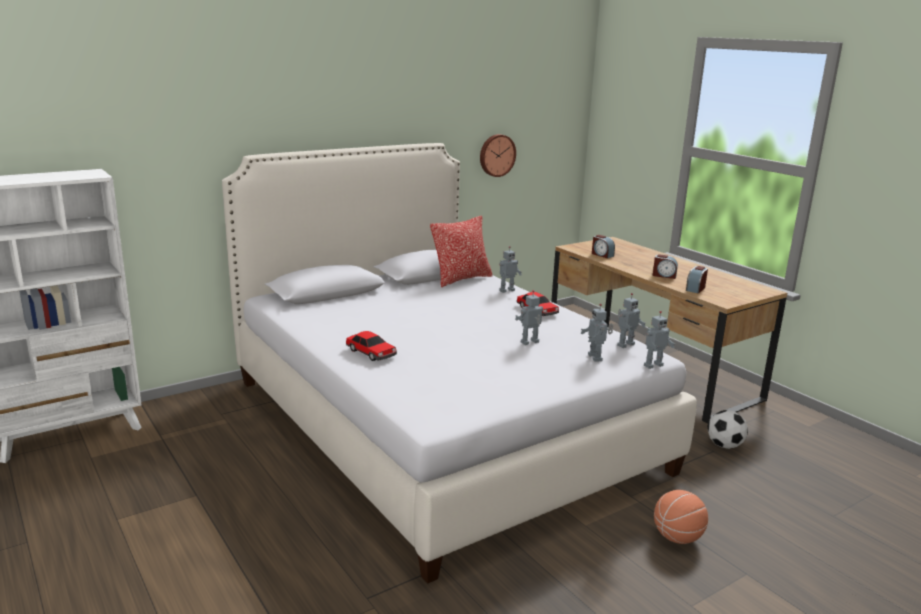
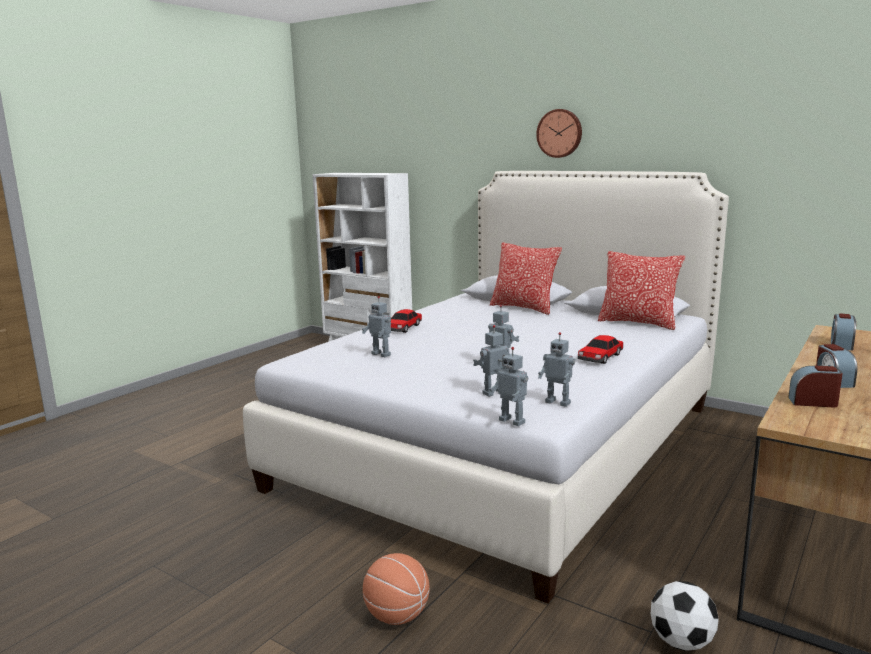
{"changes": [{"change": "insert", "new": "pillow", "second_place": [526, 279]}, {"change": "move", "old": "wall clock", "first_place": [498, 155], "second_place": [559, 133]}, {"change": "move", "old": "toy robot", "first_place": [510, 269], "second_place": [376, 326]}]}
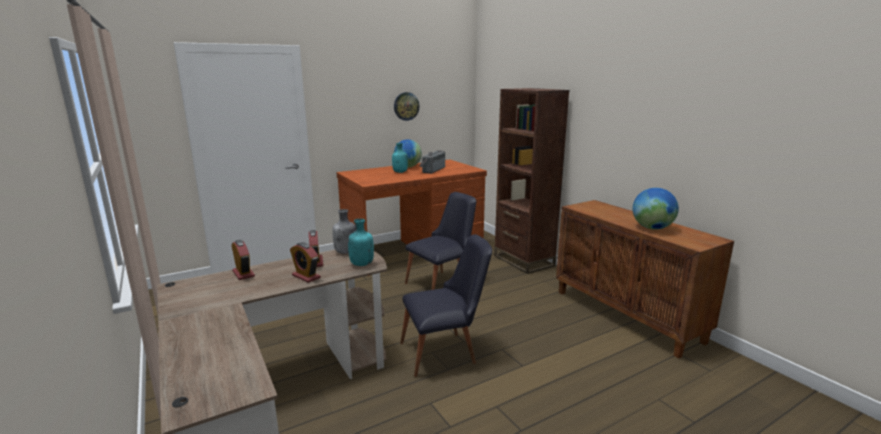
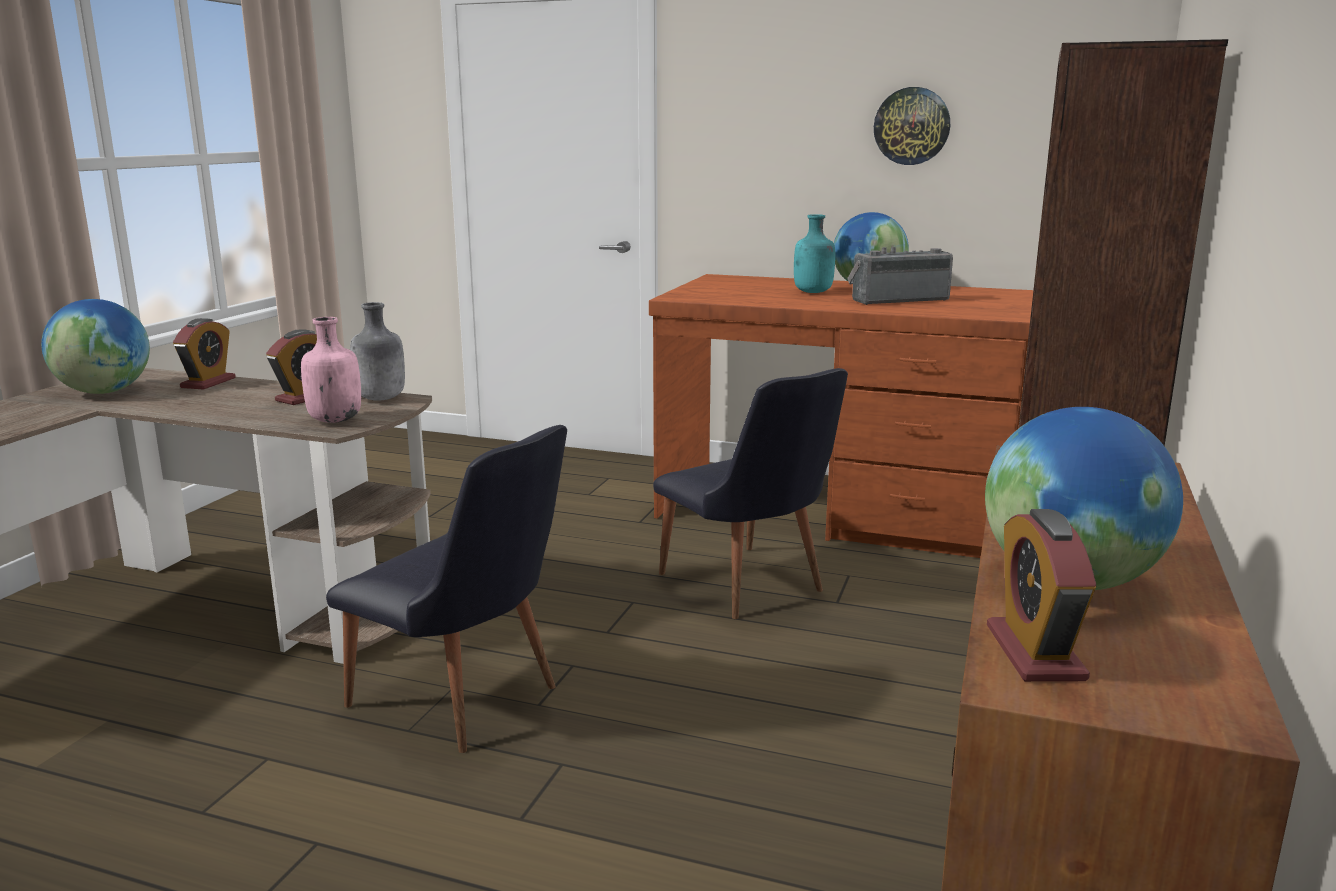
{"changes": [{"change": "insert", "new": "globe", "second_place": [95, 346]}, {"change": "move", "old": "alarm clock", "first_place": [305, 262], "second_place": [1041, 595]}, {"change": "recolor", "old": "turquoise bottle", "new": "pink bottle", "first_place": [361, 242], "second_place": [331, 370]}, {"change": "rotate", "old": "black chair", "first_place": [441, 241], "second_place": [750, 493], "degrees": 45}]}
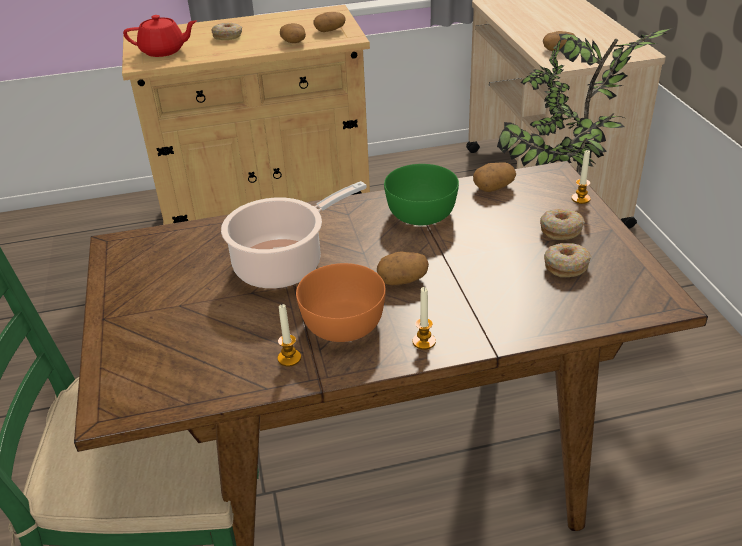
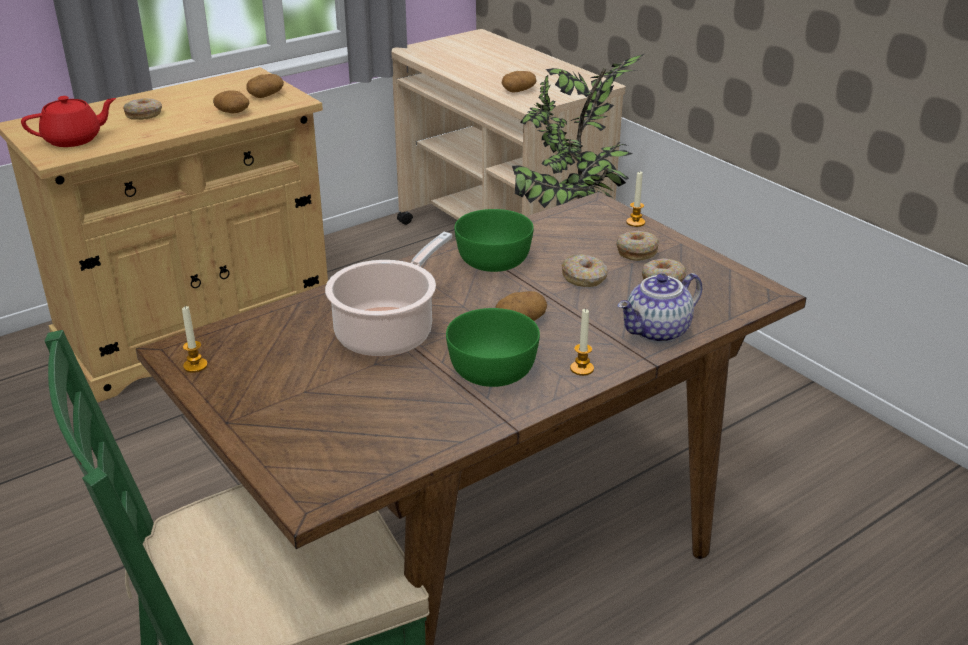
{"changes": [{"change": "delete", "old": "potato", "first_place": [494, 177]}, {"change": "insert", "new": "donut", "second_place": [584, 270]}, {"change": "insert", "new": "teapot", "second_place": [660, 308]}, {"change": "move", "old": "candle", "first_place": [289, 335], "second_place": [195, 339]}, {"change": "recolor", "old": "orange bowl", "new": "green bowl", "first_place": [341, 302], "second_place": [493, 347]}]}
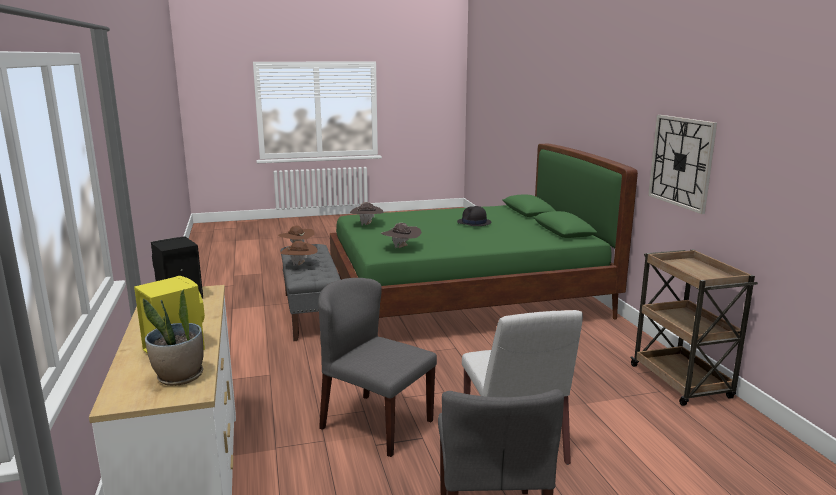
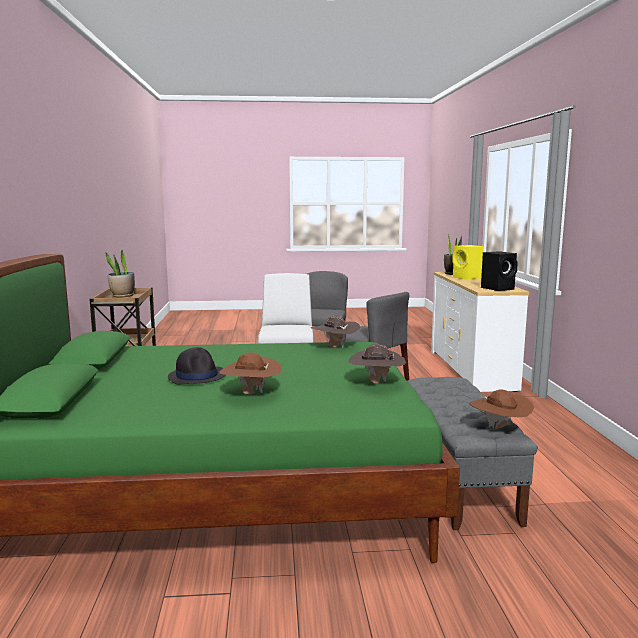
{"changes": [{"change": "delete", "old": "wall clock", "first_place": [682, 164]}, {"change": "insert", "new": "potted plant", "second_place": [120, 274]}, {"change": "move", "old": "brown hat", "first_place": [299, 253], "second_place": [250, 373]}]}
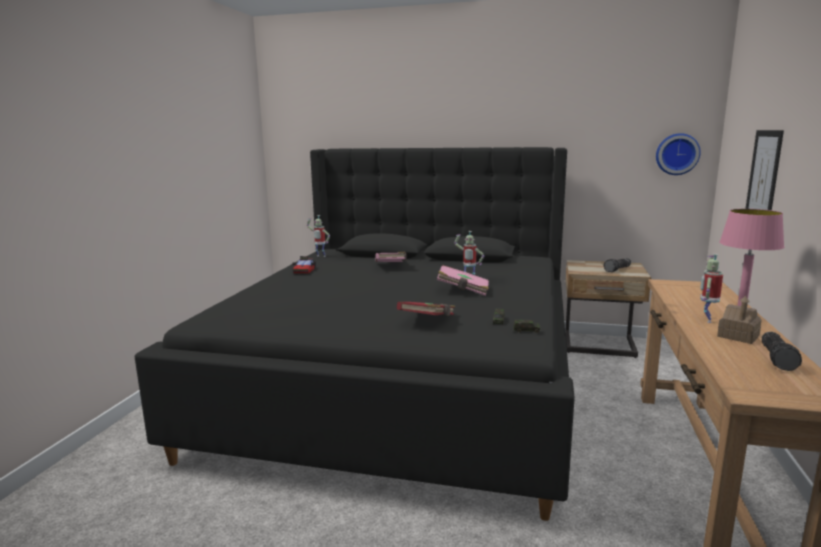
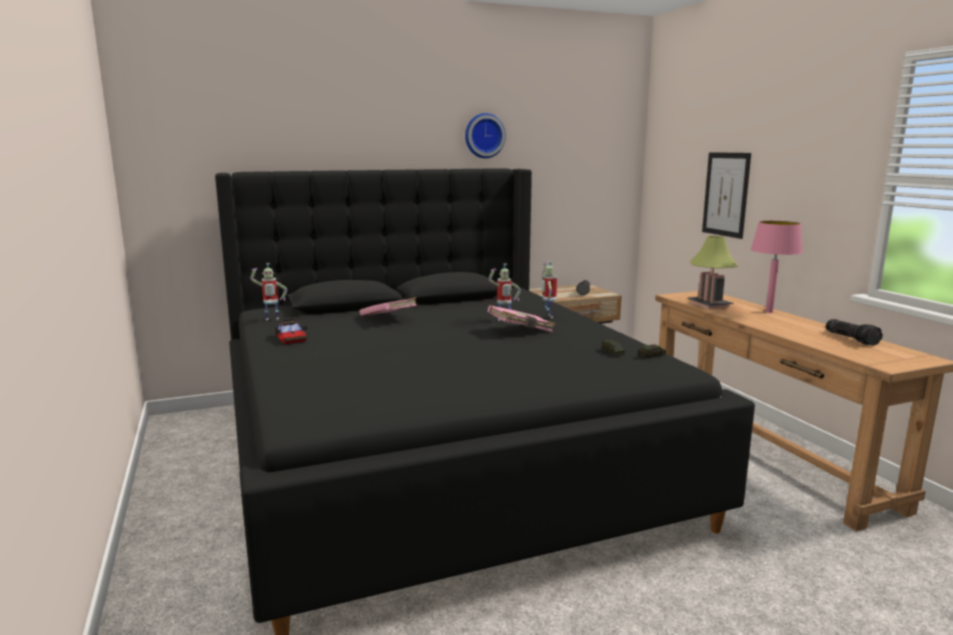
{"changes": [{"change": "delete", "old": "red book", "first_place": [426, 309]}, {"change": "delete", "old": "toy house", "first_place": [739, 320]}, {"change": "insert", "new": "table lamp", "second_place": [713, 272]}, {"change": "move", "old": "wall clock", "first_place": [678, 154], "second_place": [485, 135]}, {"change": "move", "old": "toy robot", "first_place": [711, 288], "second_place": [549, 289]}]}
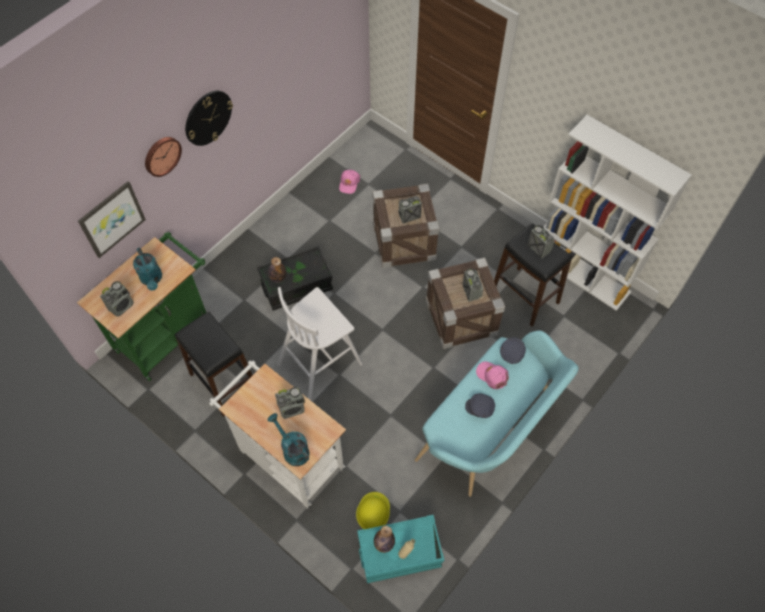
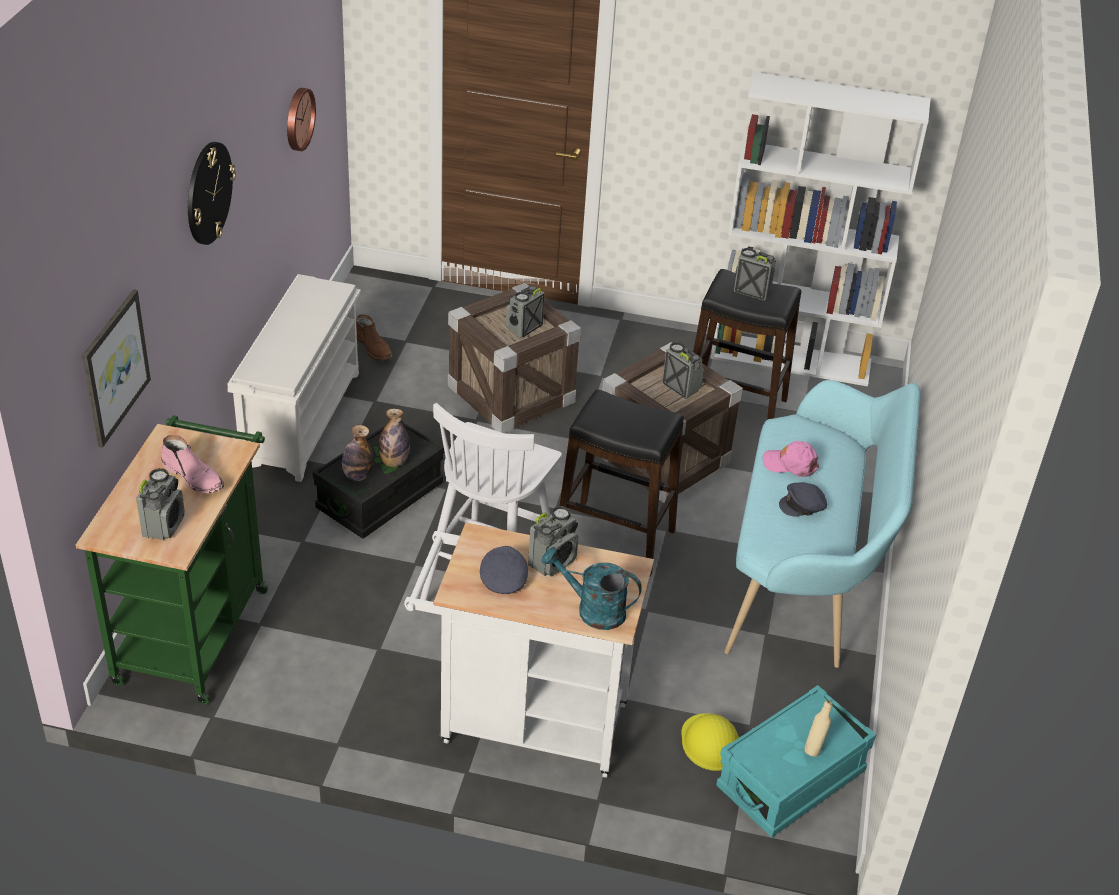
{"changes": [{"change": "insert", "new": "white shoe rack", "second_place": [294, 378]}, {"change": "move", "old": "wall clock", "first_place": [163, 157], "second_place": [301, 119]}, {"change": "move", "old": "black stool", "first_place": [214, 364], "second_place": [622, 483]}, {"change": "move", "old": "bottle", "first_place": [384, 539], "second_place": [394, 438]}, {"change": "move", "old": "grey cap", "first_place": [513, 350], "second_place": [504, 570]}, {"change": "replace", "old": "turquoise watering can", "new": "pink boot", "first_place": [147, 269], "second_place": [192, 464]}, {"change": "replace", "old": "pink cap", "new": "brown boot", "first_place": [349, 182], "second_place": [374, 337]}]}
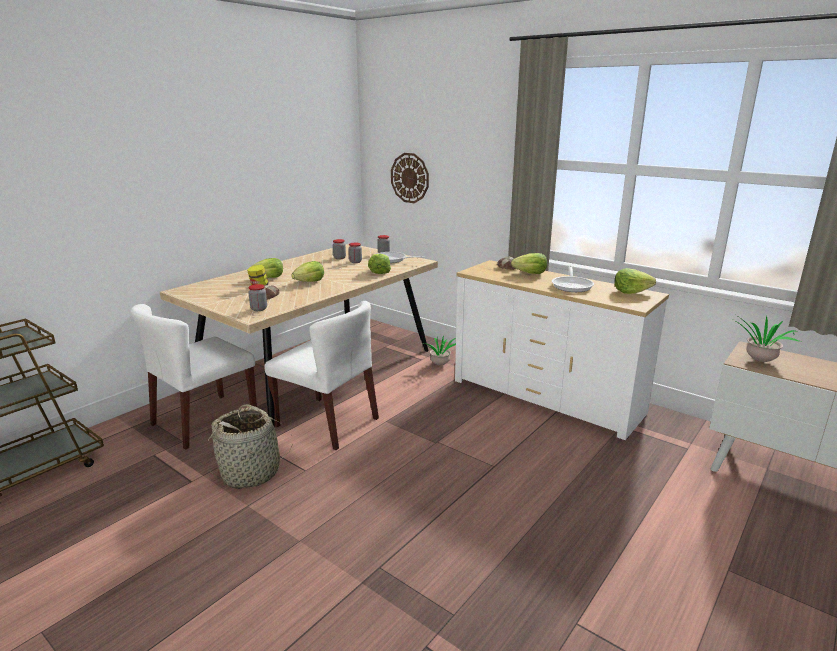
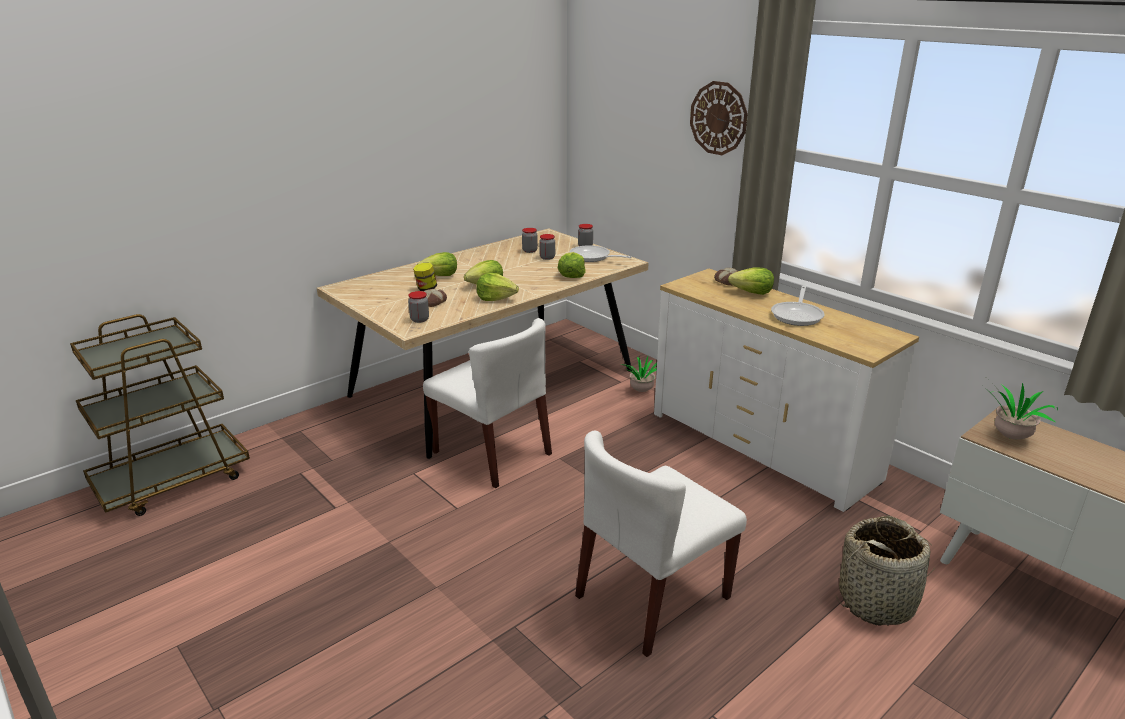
{"changes": [{"change": "move", "old": "white chair", "first_place": [193, 377], "second_place": [661, 544]}, {"change": "move", "old": "basket", "first_place": [250, 446], "second_place": [885, 571]}, {"change": "move", "old": "wall clock", "first_place": [410, 178], "second_place": [719, 118]}, {"change": "move", "old": "lettuce", "first_place": [635, 281], "second_place": [497, 287]}]}
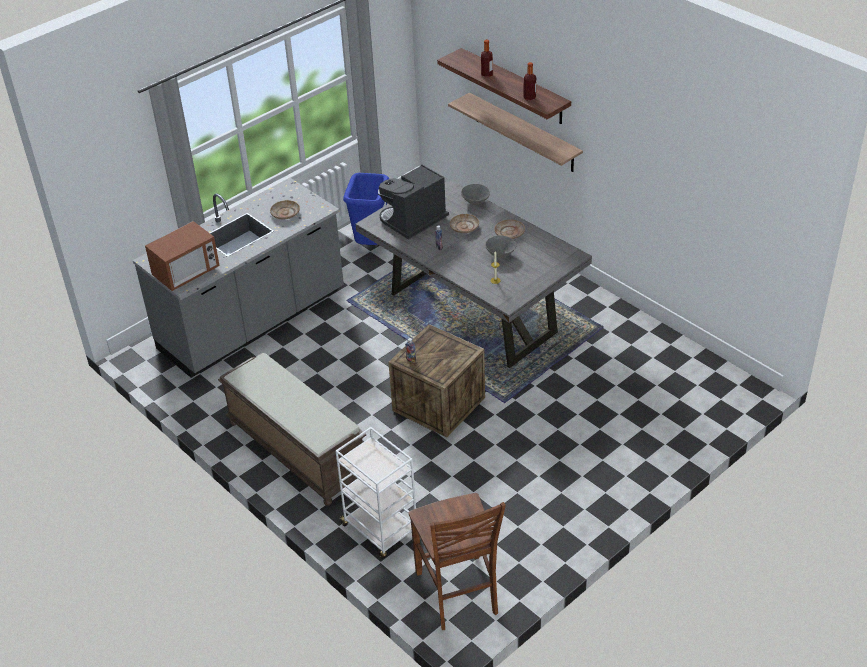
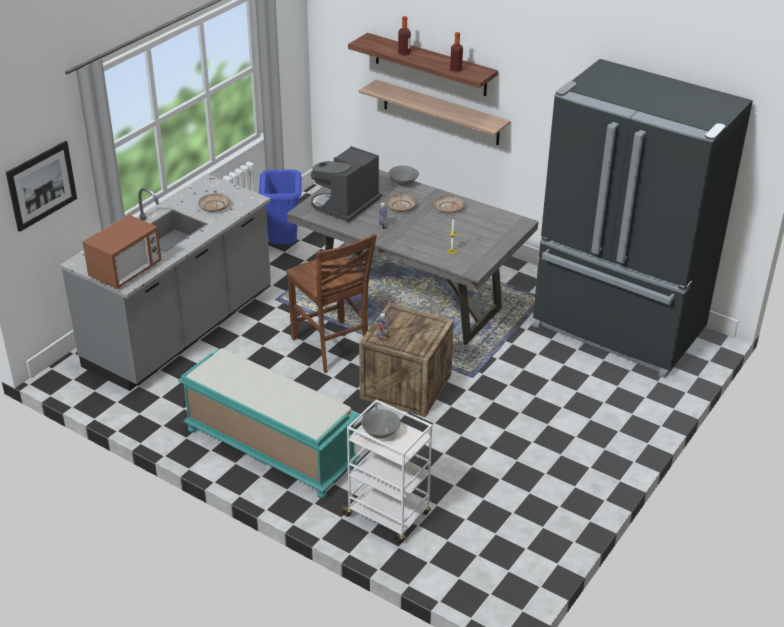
{"changes": [{"change": "insert", "new": "picture", "second_place": [41, 186]}, {"change": "insert", "new": "black fridge", "second_place": [642, 218]}, {"change": "move", "old": "brown chair", "first_place": [457, 561], "second_place": [331, 303]}, {"change": "move", "old": "grey bowl", "first_place": [500, 246], "second_place": [381, 424]}, {"change": "recolor", "old": "brown bench", "new": "turquoise bench", "first_place": [292, 429], "second_place": [269, 423]}]}
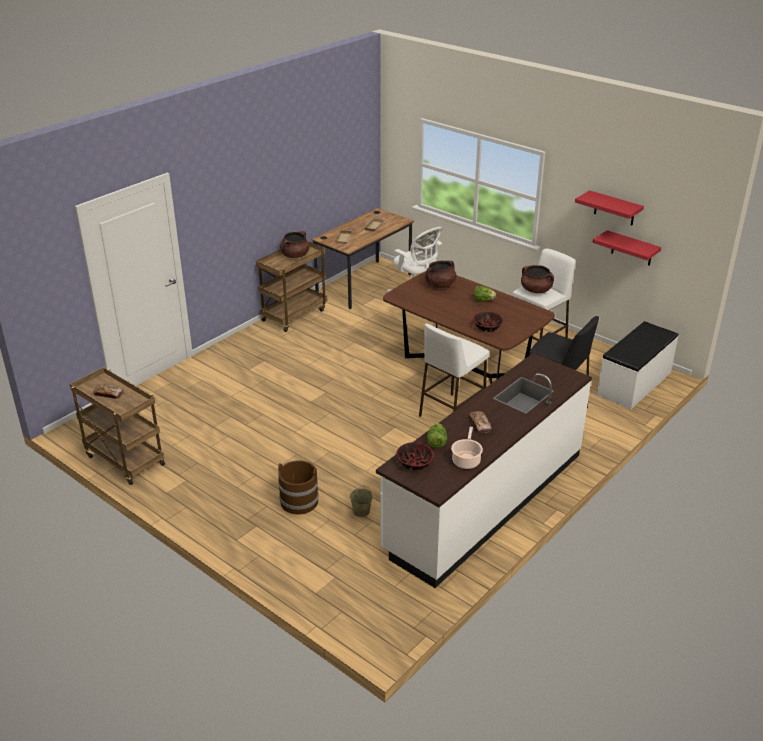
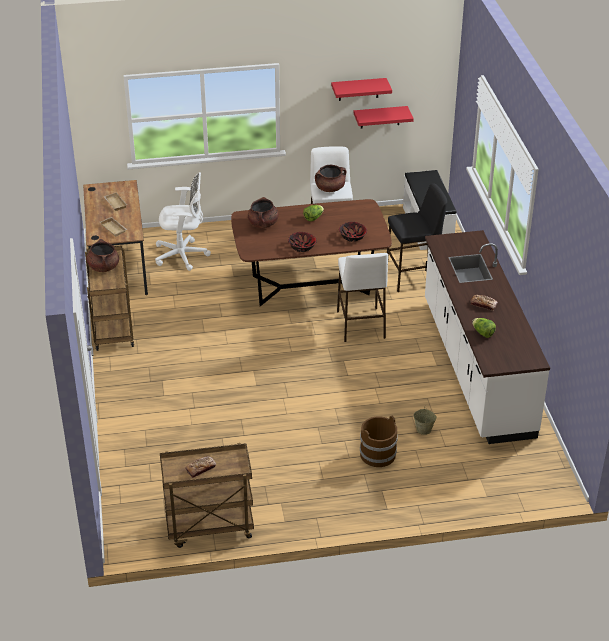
{"changes": [{"change": "delete", "old": "cooking pot", "first_place": [467, 448]}, {"change": "move", "old": "bowl", "first_place": [415, 456], "second_place": [302, 242]}]}
